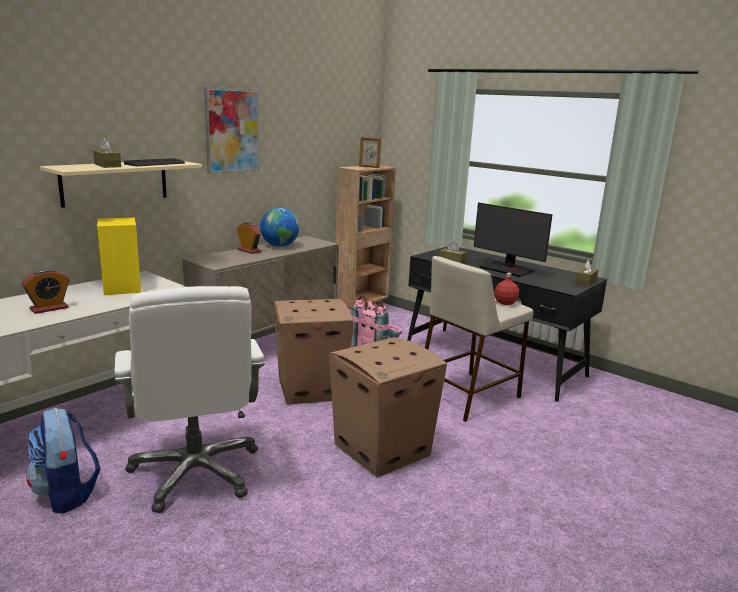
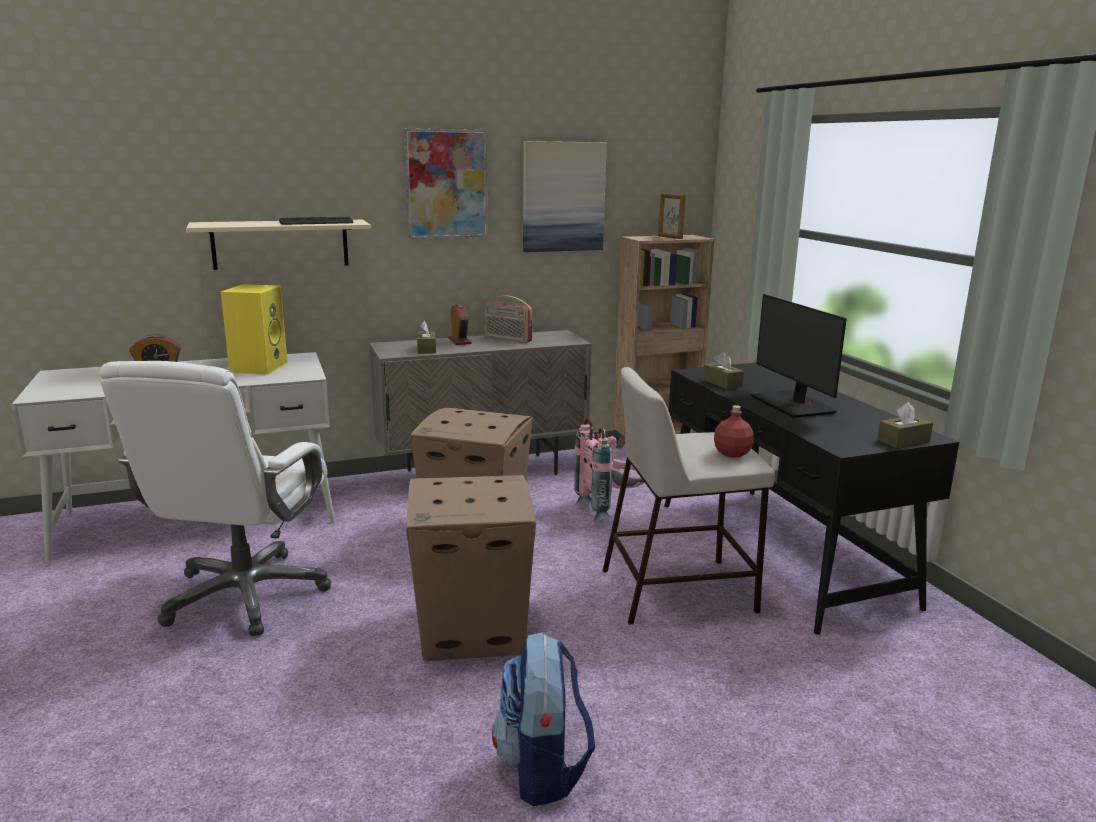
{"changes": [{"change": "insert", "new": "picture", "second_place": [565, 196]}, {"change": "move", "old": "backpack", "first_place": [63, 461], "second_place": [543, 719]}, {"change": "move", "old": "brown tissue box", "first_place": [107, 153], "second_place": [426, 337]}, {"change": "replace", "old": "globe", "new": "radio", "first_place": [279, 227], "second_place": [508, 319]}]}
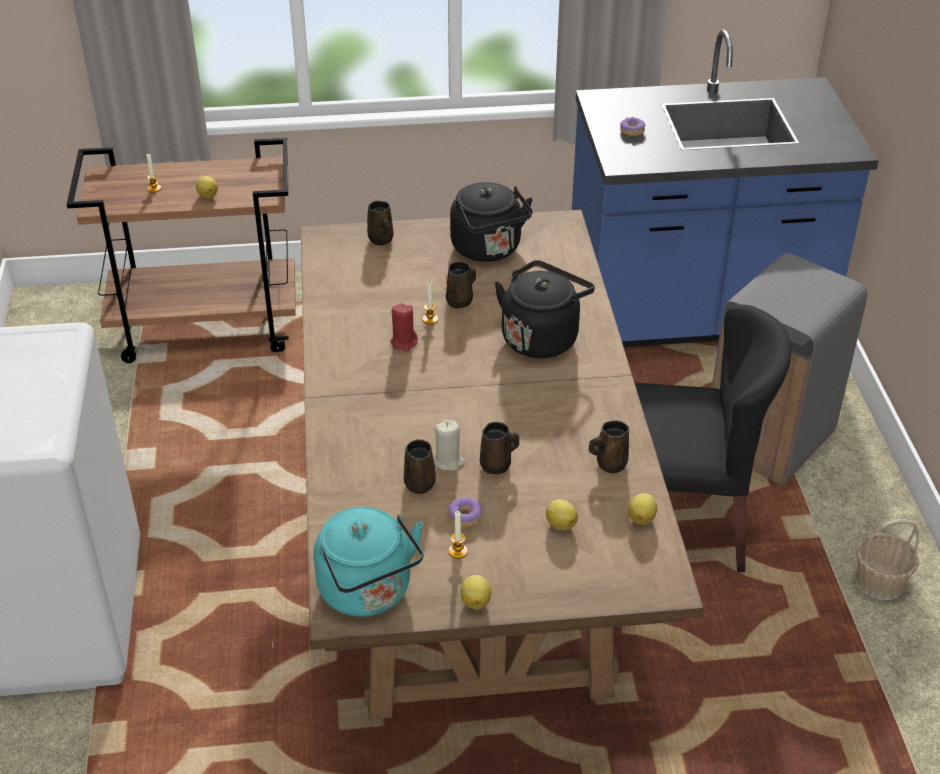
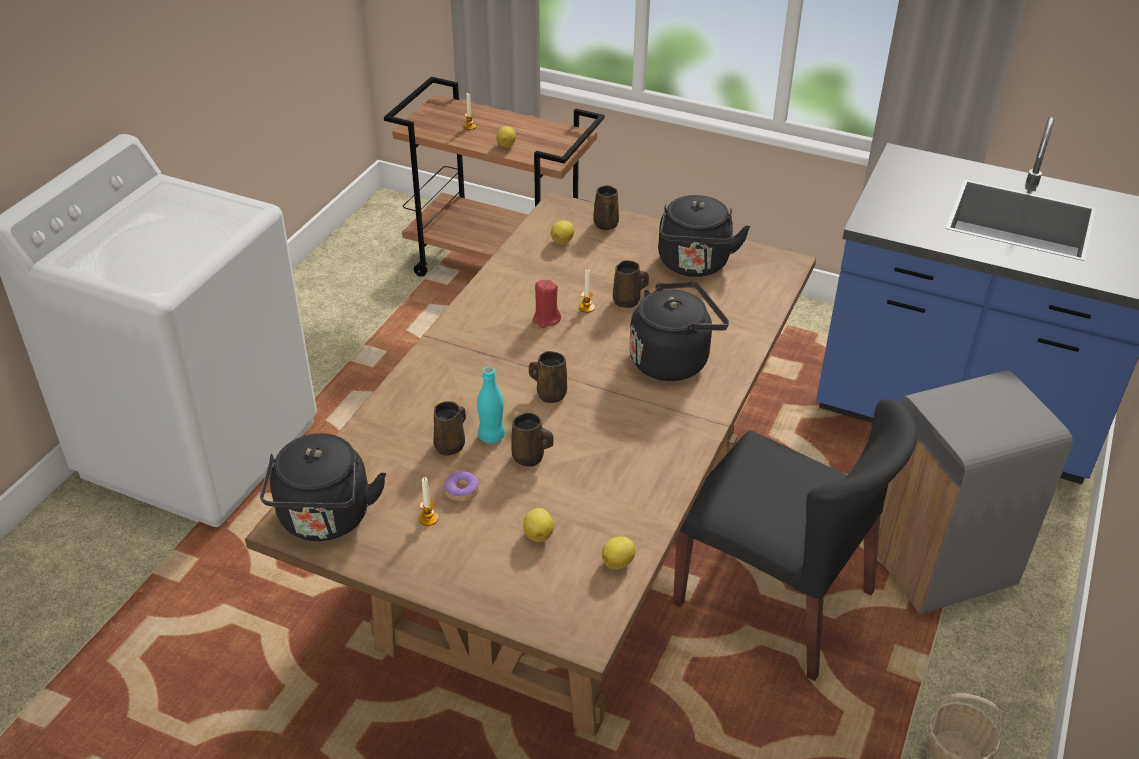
{"changes": [{"change": "delete", "old": "donut", "first_place": [632, 126]}, {"change": "move", "old": "lemon", "first_place": [476, 592], "second_place": [562, 232]}, {"change": "move", "old": "brown mug", "first_place": [609, 447], "second_place": [548, 377]}, {"change": "replace", "old": "beige candle", "new": "turquoise bottle", "first_place": [449, 445], "second_place": [491, 404]}, {"change": "recolor", "old": "turquoise kettle", "new": "black kettle", "first_place": [368, 561], "second_place": [323, 487]}]}
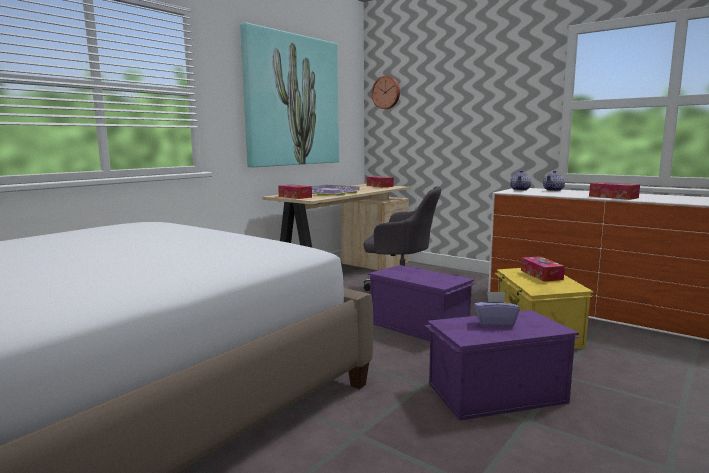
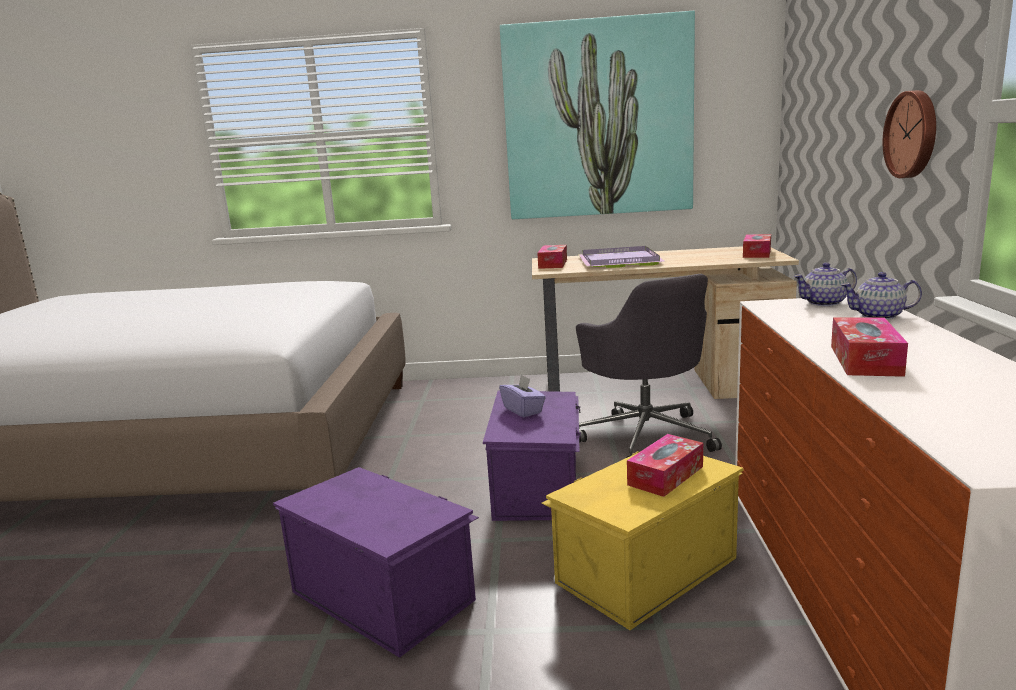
{"changes": [{"change": "move", "old": "wall clock", "first_place": [385, 92], "second_place": [909, 134]}, {"change": "move", "old": "purple tissue box", "first_place": [497, 309], "second_place": [522, 395]}]}
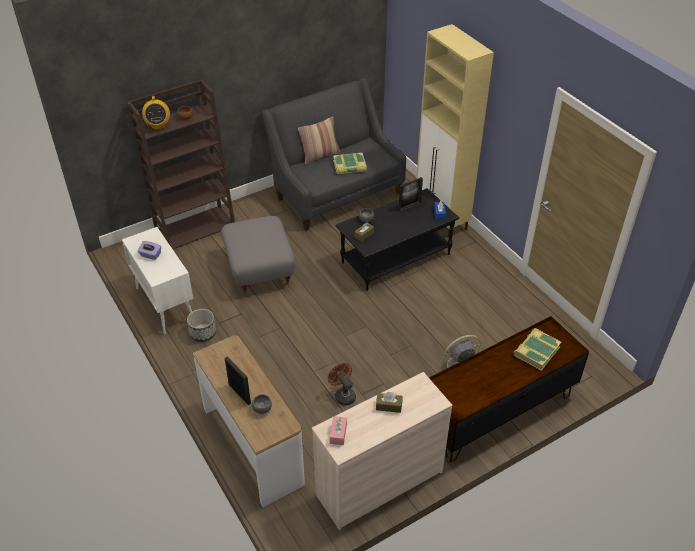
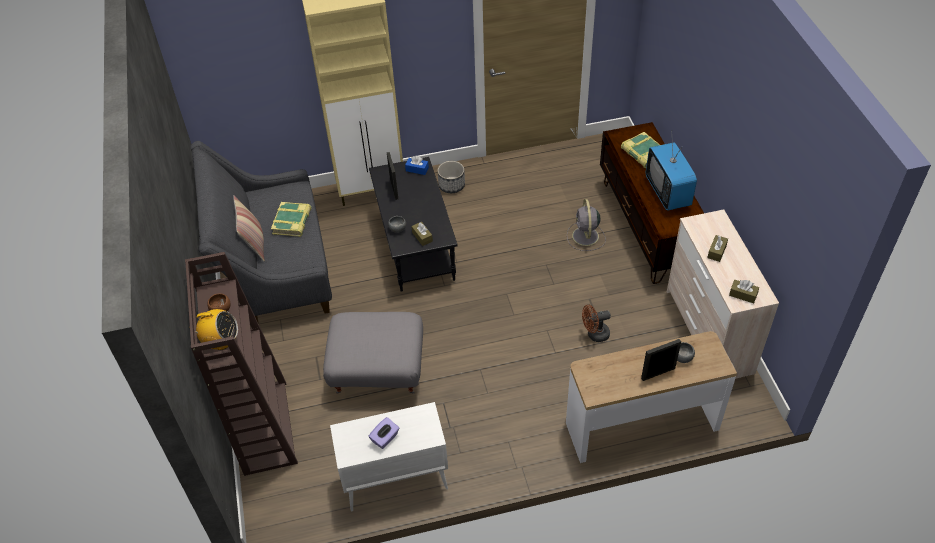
{"changes": [{"change": "insert", "new": "television", "second_place": [671, 170]}, {"change": "move", "old": "planter", "first_place": [201, 325], "second_place": [451, 177]}, {"change": "recolor", "old": "pink tissue box", "new": "brown tissue box", "first_place": [338, 430], "second_place": [744, 291]}]}
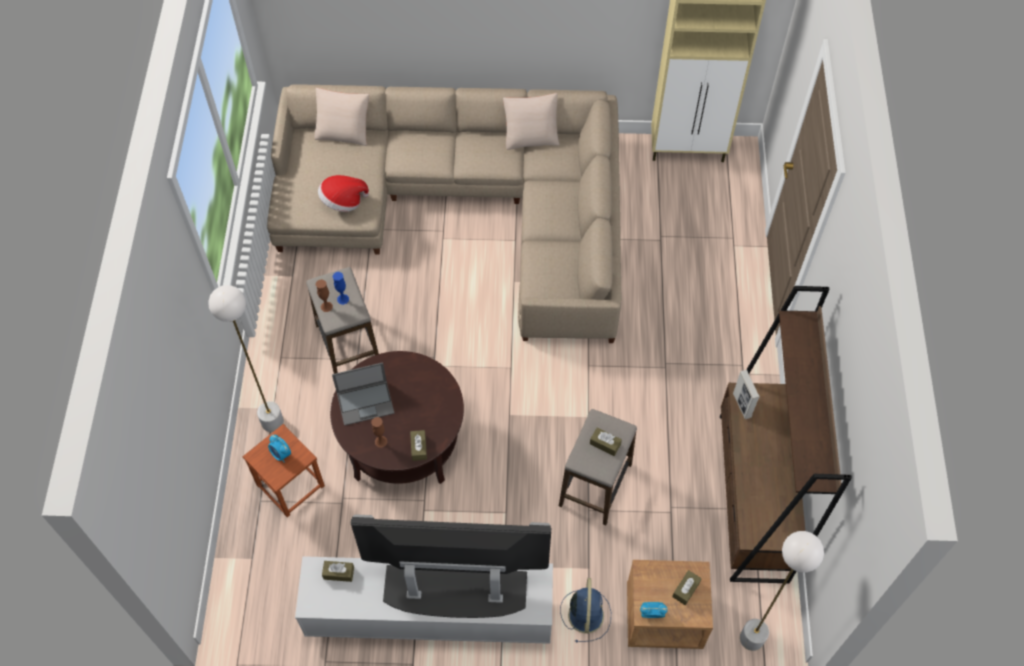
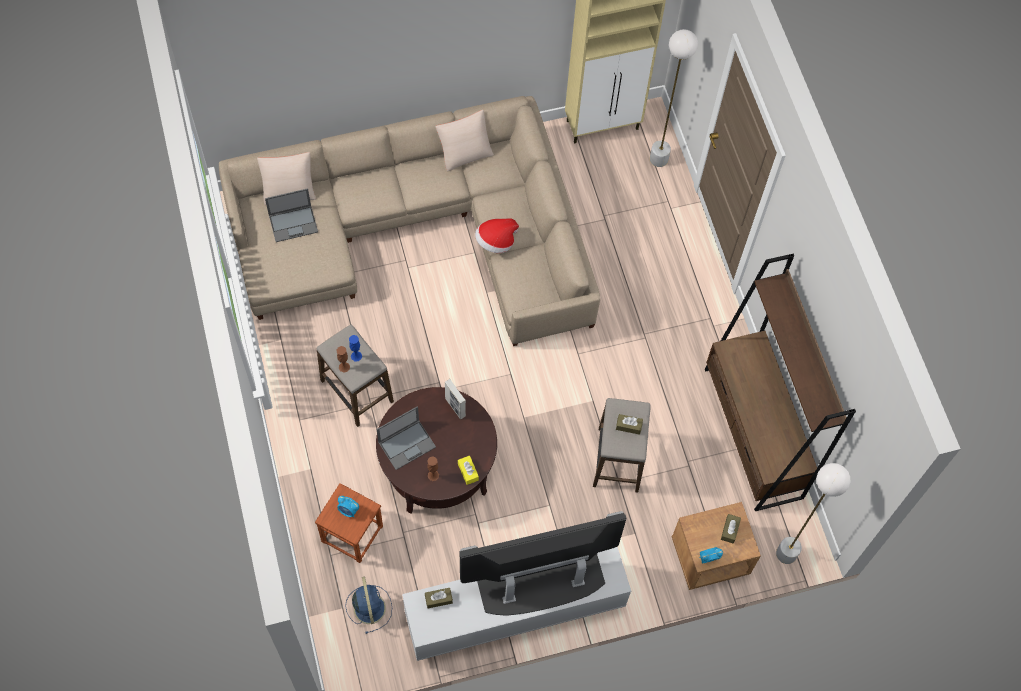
{"changes": [{"change": "insert", "new": "laptop", "second_place": [291, 215]}, {"change": "move", "old": "white floor lamp", "first_place": [246, 358], "second_place": [674, 98]}, {"change": "move", "old": "hat", "first_place": [343, 193], "second_place": [497, 236]}, {"change": "move", "old": "blue fan", "first_place": [585, 610], "second_place": [368, 605]}, {"change": "move", "old": "picture frame", "first_place": [746, 394], "second_place": [455, 399]}, {"change": "recolor", "old": "brown tissue box", "new": "yellow tissue box", "first_place": [418, 445], "second_place": [468, 470]}]}
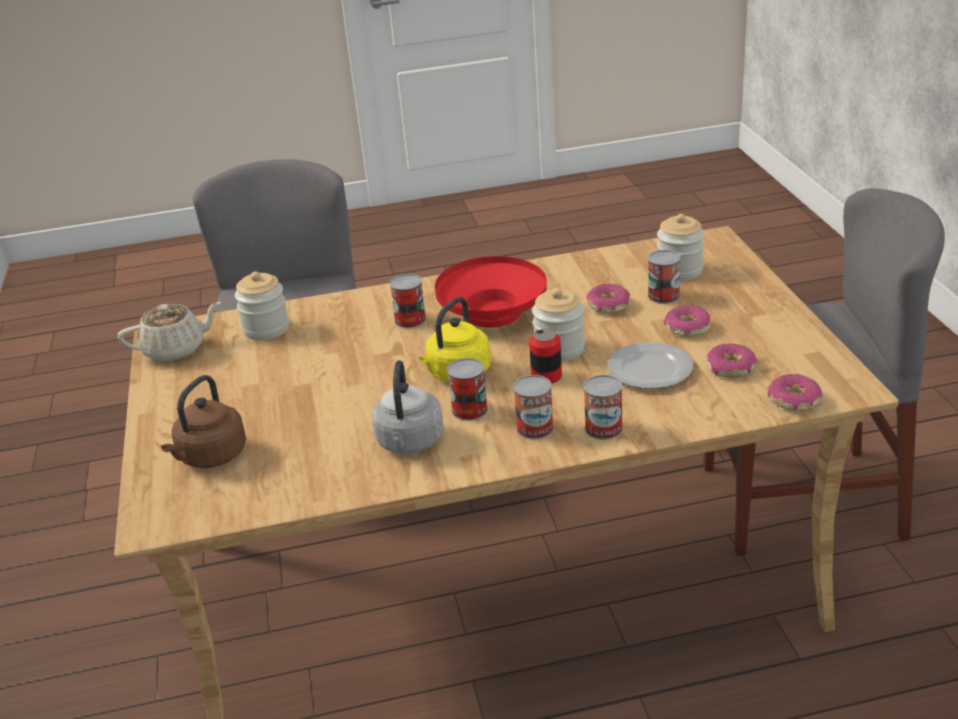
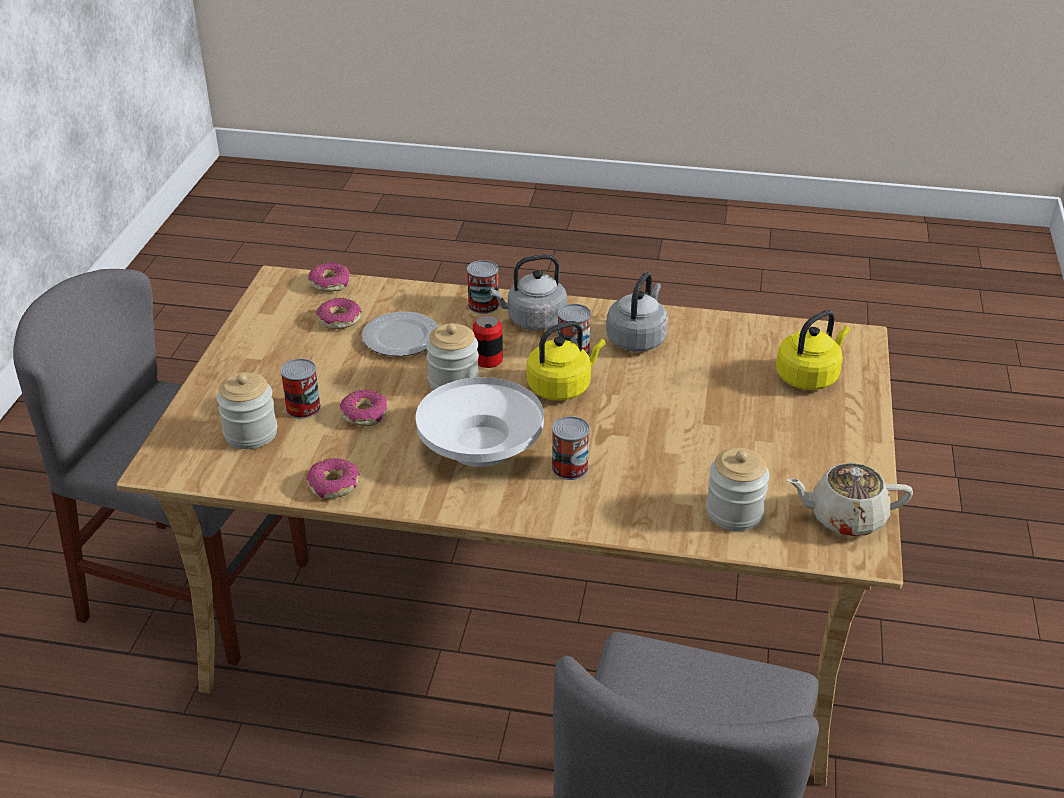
{"changes": [{"change": "move", "old": "donut", "first_place": [687, 321], "second_place": [333, 478]}, {"change": "replace", "old": "can", "new": "grey kettle", "first_place": [533, 407], "second_place": [528, 292]}, {"change": "recolor", "old": "brown kettle", "new": "yellow kettle", "first_place": [203, 421], "second_place": [813, 350]}, {"change": "recolor", "old": "red bowl", "new": "white bowl", "first_place": [491, 292], "second_place": [480, 422]}]}
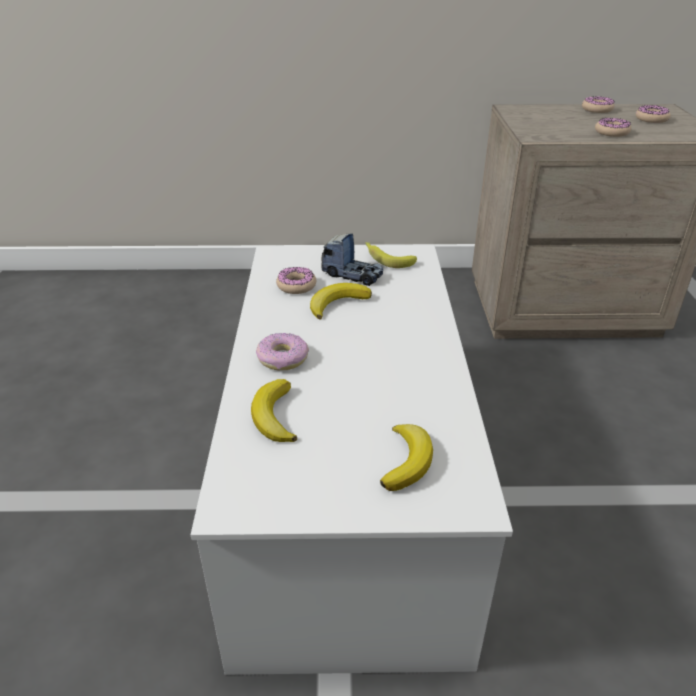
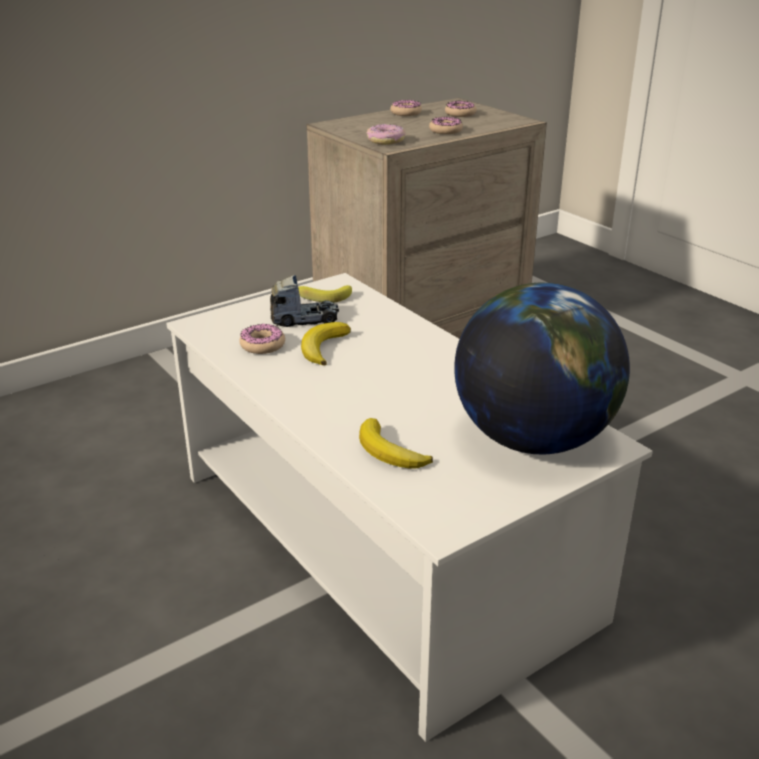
{"changes": [{"change": "move", "old": "donut", "first_place": [282, 351], "second_place": [386, 134]}, {"change": "replace", "old": "banana", "new": "globe", "first_place": [406, 457], "second_place": [542, 368]}]}
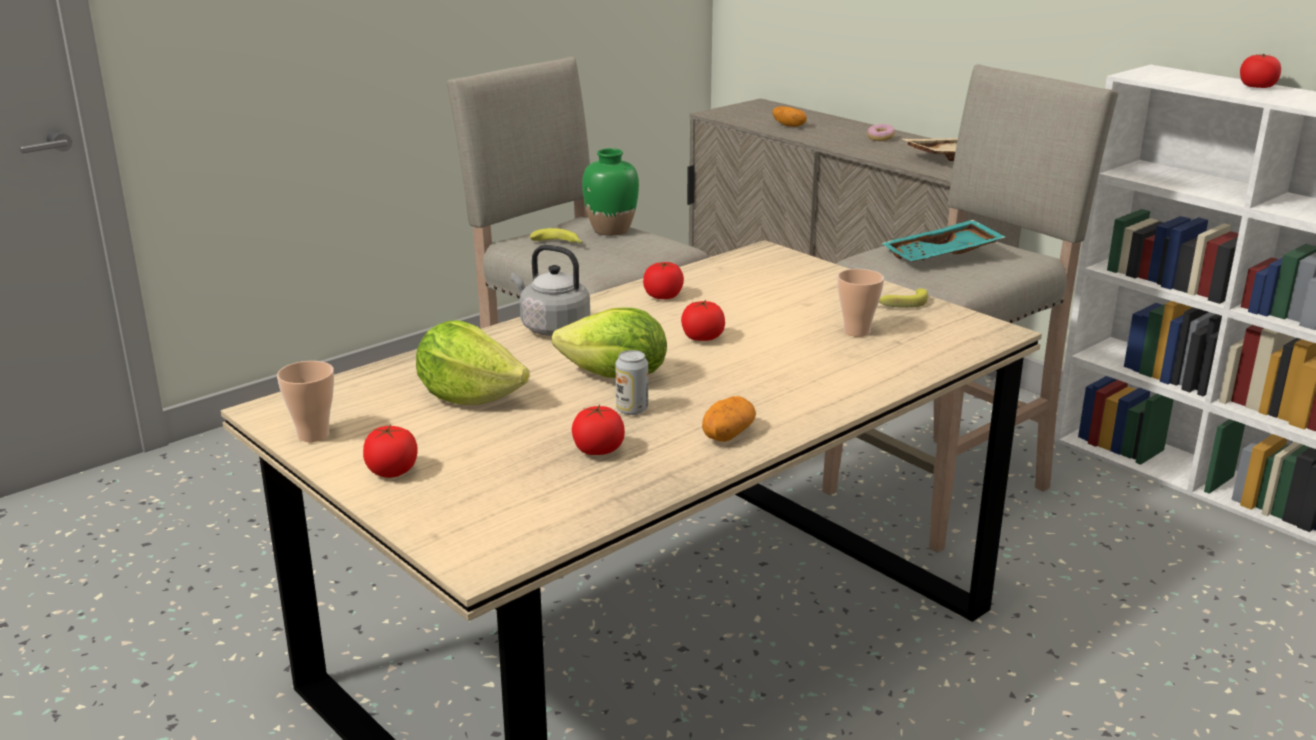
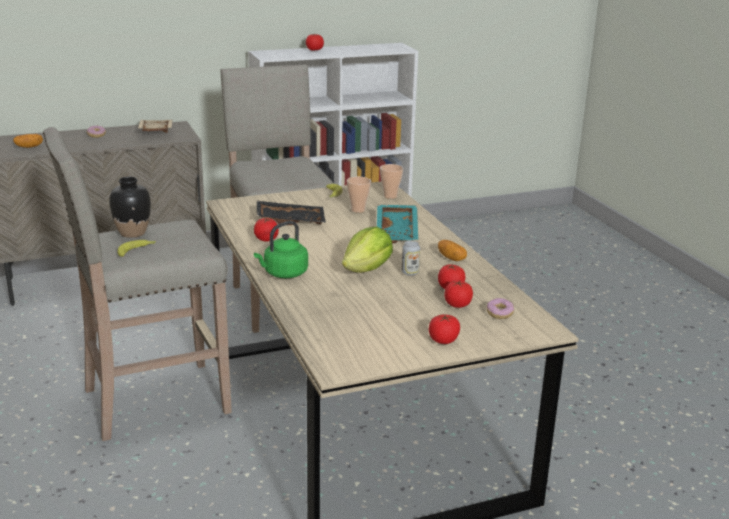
{"changes": [{"change": "delete", "old": "lettuce", "first_place": [472, 362]}, {"change": "insert", "new": "black tray", "second_place": [291, 213]}, {"change": "insert", "new": "donut", "second_place": [500, 308]}, {"change": "move", "old": "cup", "first_place": [305, 401], "second_place": [391, 181]}, {"change": "move", "old": "tomato", "first_place": [703, 320], "second_place": [458, 294]}, {"change": "move", "old": "turquoise tray", "first_place": [943, 241], "second_place": [397, 224]}, {"change": "recolor", "old": "grey kettle", "new": "green kettle", "first_place": [550, 290], "second_place": [281, 249]}, {"change": "recolor", "old": "green vase", "new": "black vase", "first_place": [610, 192], "second_place": [130, 207]}]}
